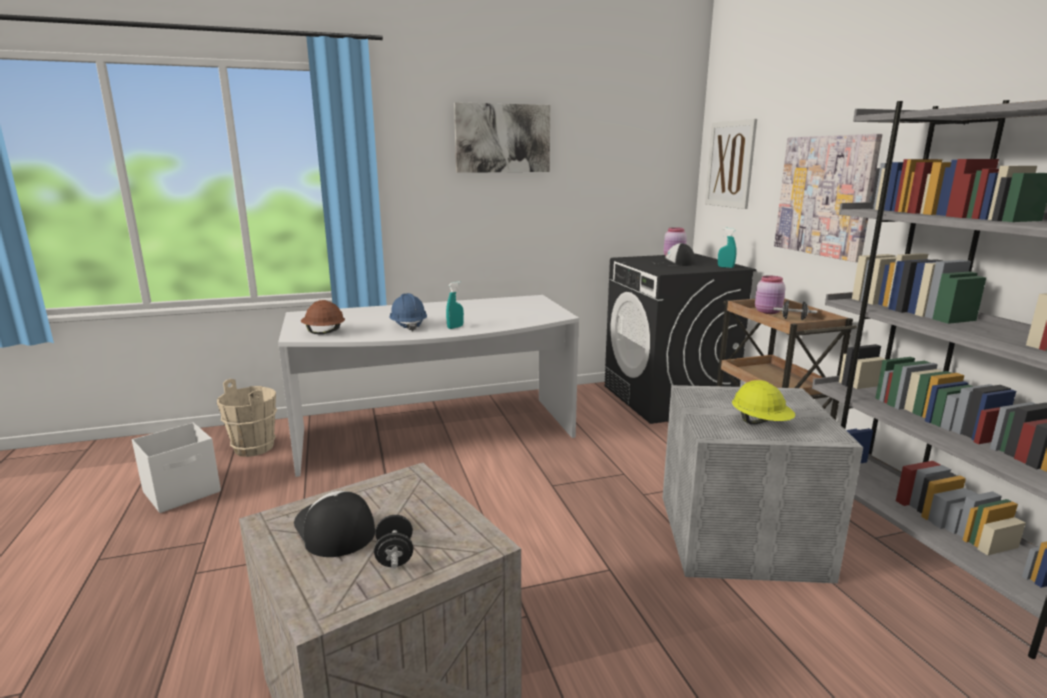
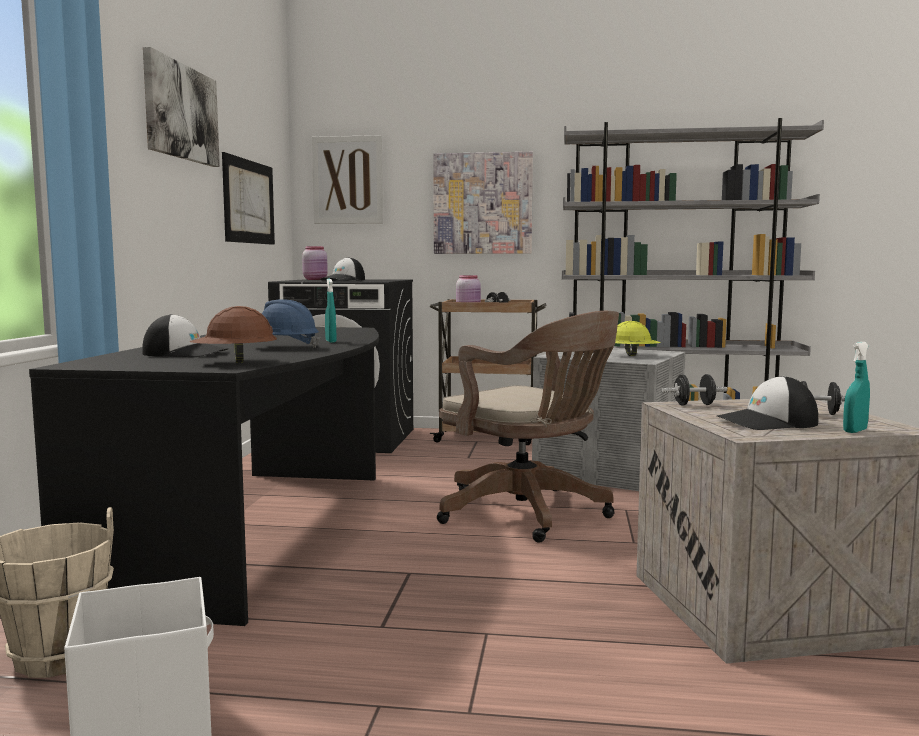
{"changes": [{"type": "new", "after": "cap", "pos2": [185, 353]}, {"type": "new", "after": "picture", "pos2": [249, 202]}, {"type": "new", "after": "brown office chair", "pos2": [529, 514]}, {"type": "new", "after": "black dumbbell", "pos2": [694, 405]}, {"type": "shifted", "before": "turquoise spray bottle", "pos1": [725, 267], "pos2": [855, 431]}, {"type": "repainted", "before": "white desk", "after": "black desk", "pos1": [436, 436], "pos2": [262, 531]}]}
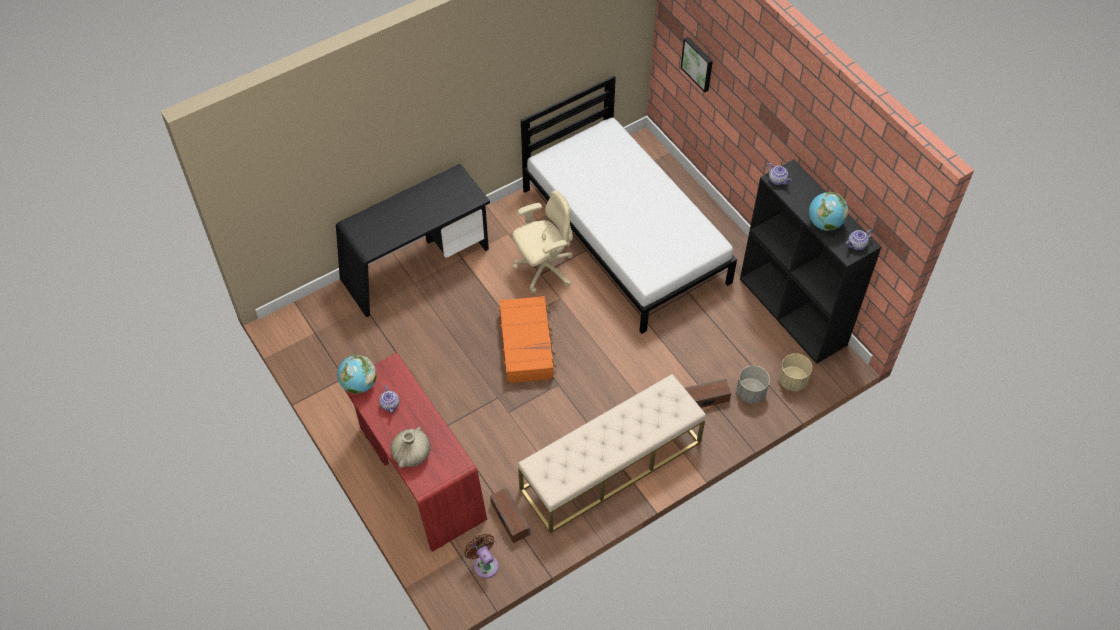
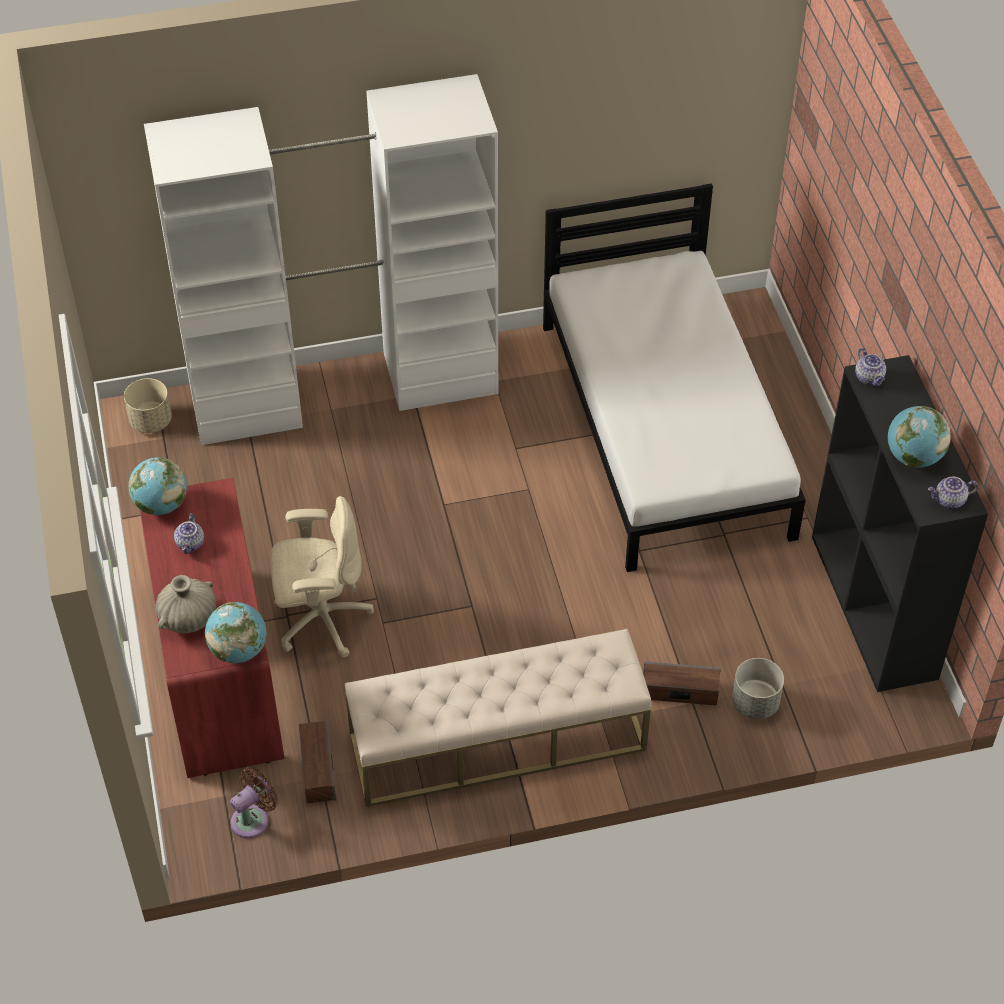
{"changes": [{"type": "gone", "before": "orange suitcase", "pos1": [527, 345]}, {"type": "gone", "before": "picture", "pos1": [698, 63]}, {"type": "new", "after": "globe", "pos2": [238, 650]}, {"type": "shifted", "before": "beige office chair", "pos1": [544, 269], "pos2": [320, 619]}, {"type": "shifted", "before": "beige planter", "pos1": [793, 381], "pos2": [151, 421]}, {"type": "swapped", "before": "black desk", "after": "white wardrobe", "pos1": [417, 266], "pos2": [345, 389]}, {"type": "rotated", "before": "brown fan", "pos1": [484, 564], "pos2": [253, 819], "turn": 60}]}
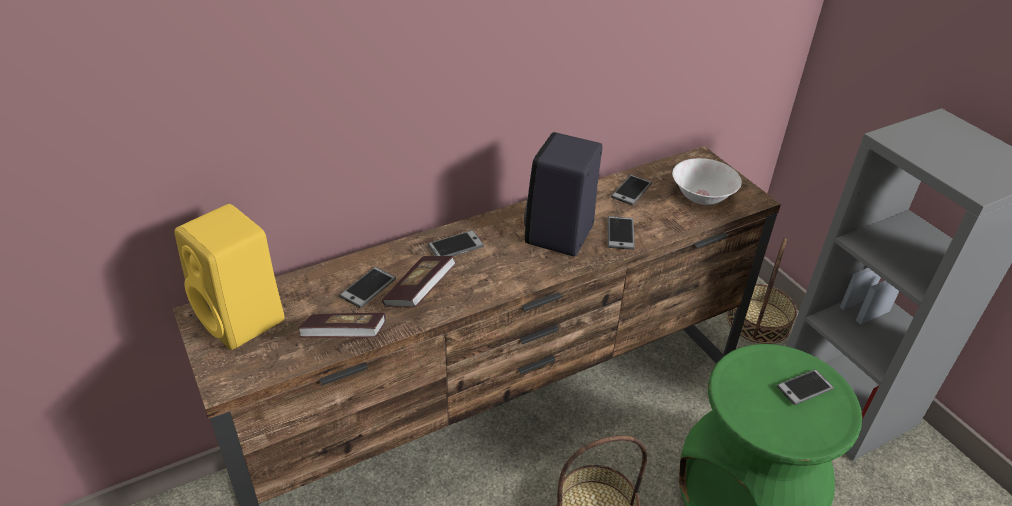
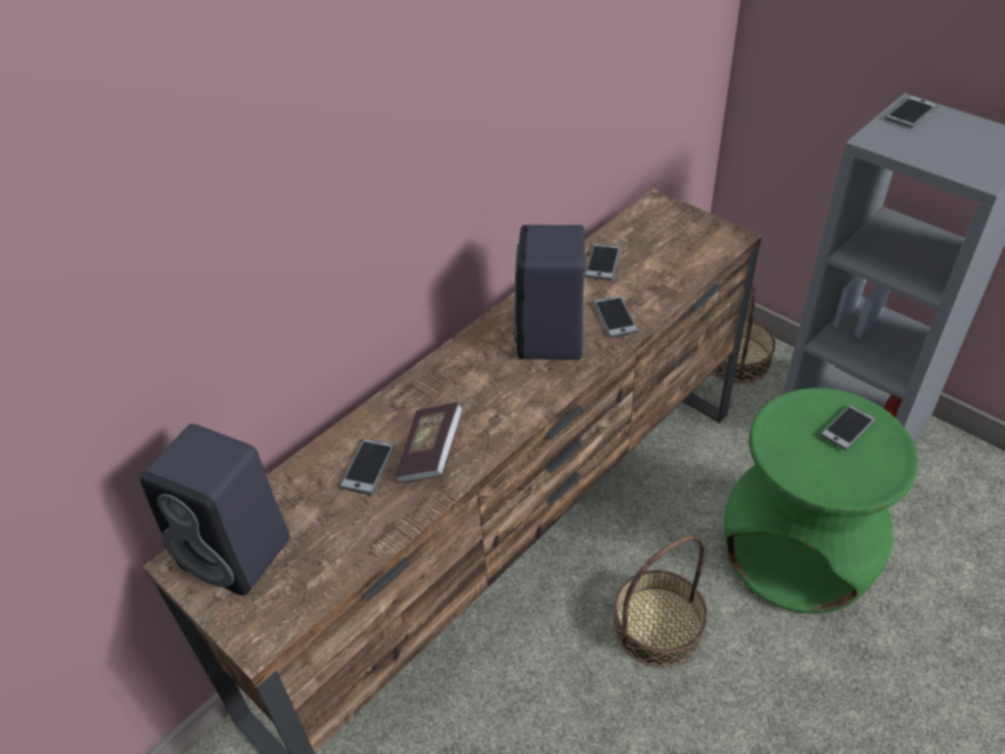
{"changes": [{"type": "gone", "before": "book", "pos1": [345, 337]}, {"type": "gone", "before": "white bowl", "pos1": [701, 197]}, {"type": "shifted", "before": "phone", "pos1": [456, 246], "pos2": [911, 113]}, {"type": "repainted", "before": "yellow speaker", "after": "black speaker", "pos1": [243, 320], "pos2": [239, 553]}]}
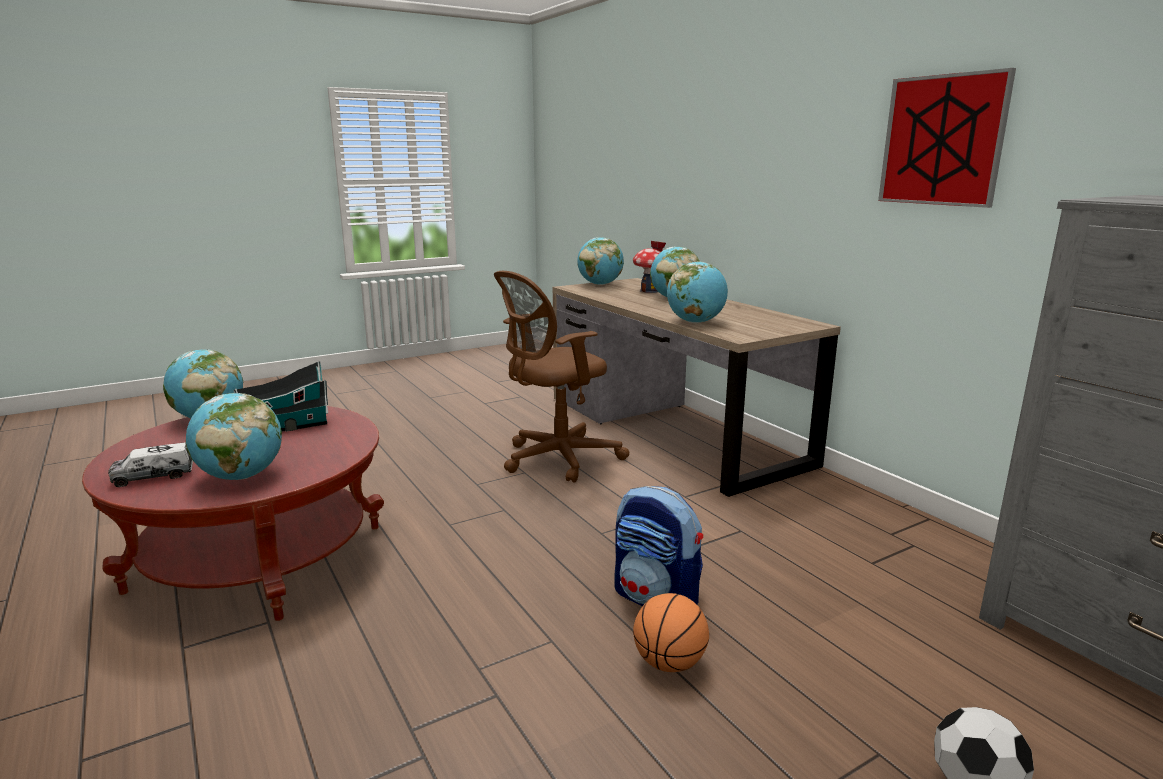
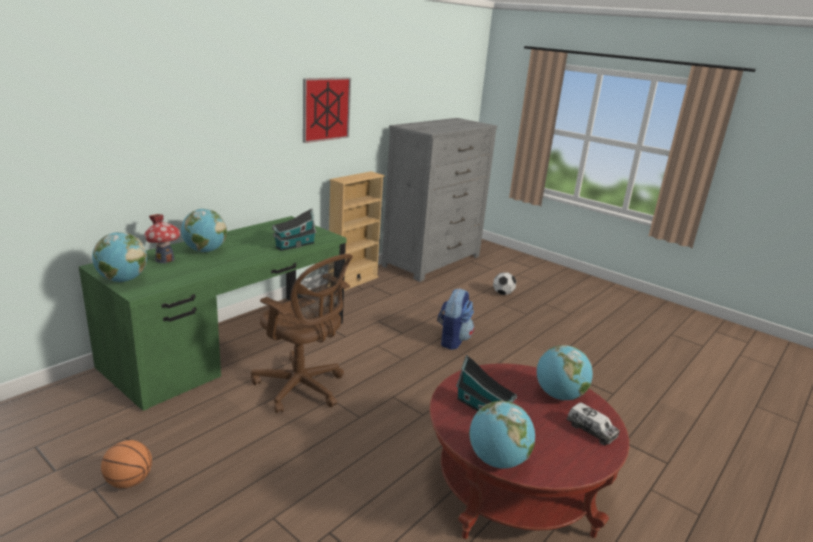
{"changes": [{"type": "new", "after": "beige bookcase", "pos2": [353, 282]}, {"type": "shifted", "before": "basketball", "pos1": [669, 663], "pos2": [129, 481]}, {"type": "swapped", "before": "globe", "after": "toy house", "pos1": [695, 322], "pos2": [293, 245]}, {"type": "repainted", "before": "brown desk", "after": "green desk", "pos1": [672, 430], "pos2": [230, 344]}]}
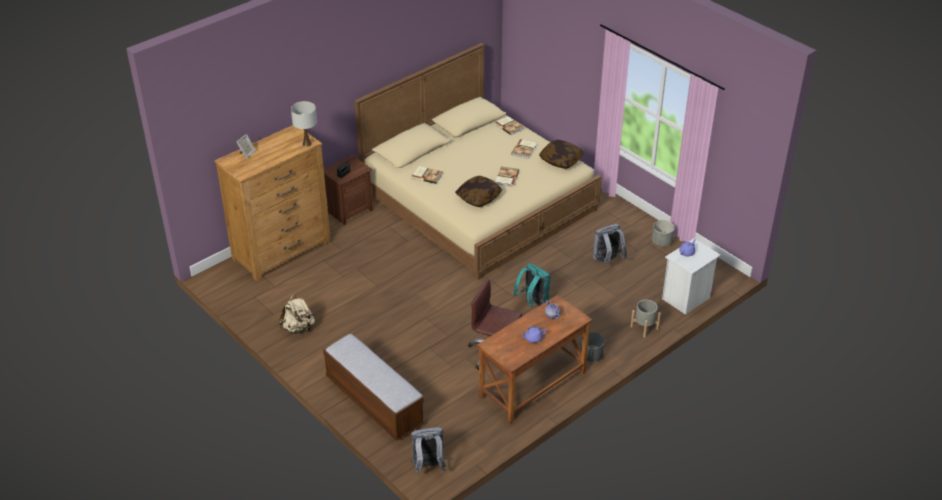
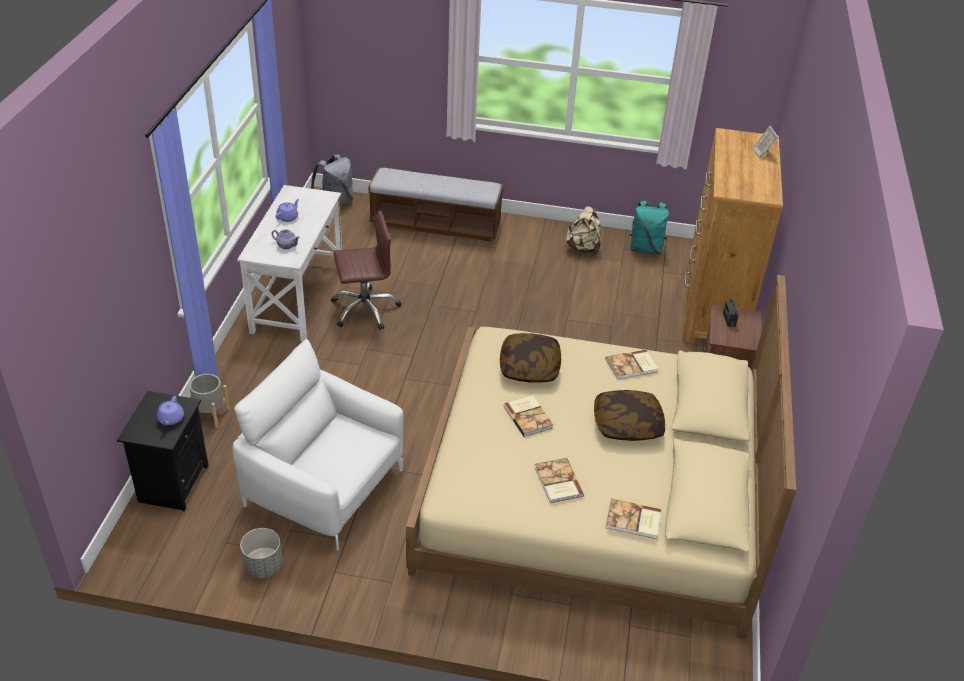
{"changes": [{"type": "gone", "before": "white table lamp", "pos1": [307, 144]}, {"type": "gone", "before": "grey planter", "pos1": [591, 356]}, {"type": "shifted", "before": "turquoise backpack", "pos1": [533, 302], "pos2": [645, 248]}, {"type": "shifted", "before": "pillow", "pos1": [561, 160], "pos2": [627, 425]}, {"type": "swapped", "before": "grey backpack", "after": "white armchair", "pos1": [607, 261], "pos2": [325, 488]}, {"type": "repainted", "before": "brown desk", "after": "white desk", "pos1": [533, 384], "pos2": [297, 298]}, {"type": "repainted", "before": "white nightstand", "after": "black nightstand", "pos1": [686, 299], "pos2": [172, 484]}]}
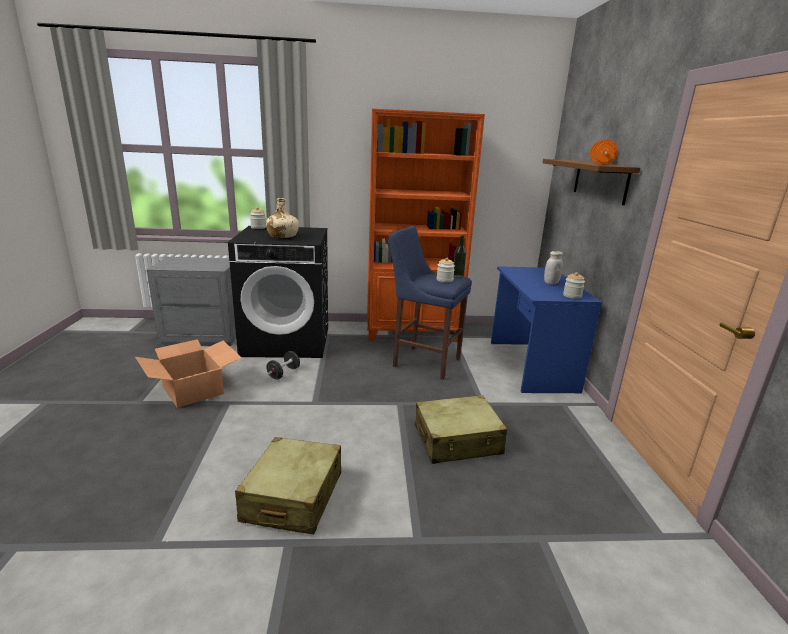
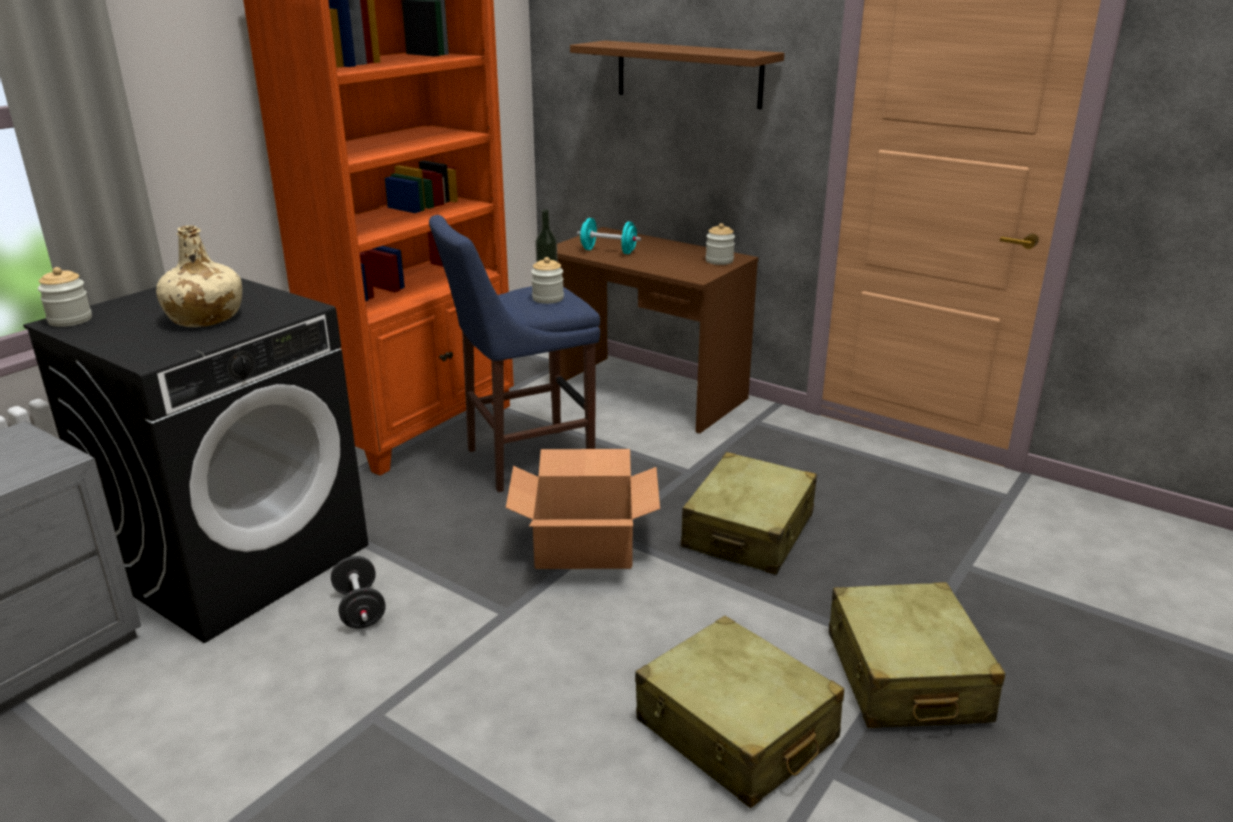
{"changes": [{"type": "gone", "before": "white jar", "pos1": [551, 283]}, {"type": "gone", "before": "orange dumbbell", "pos1": [601, 164]}, {"type": "new", "after": "turquoise dumbbell", "pos2": [608, 251]}, {"type": "new", "after": "beige suitcase", "pos2": [905, 677]}, {"type": "shifted", "before": "cardboard box", "pos1": [193, 389], "pos2": [584, 543]}, {"type": "repainted", "before": "blue desk", "after": "brown desk", "pos1": [530, 365], "pos2": [646, 393]}]}
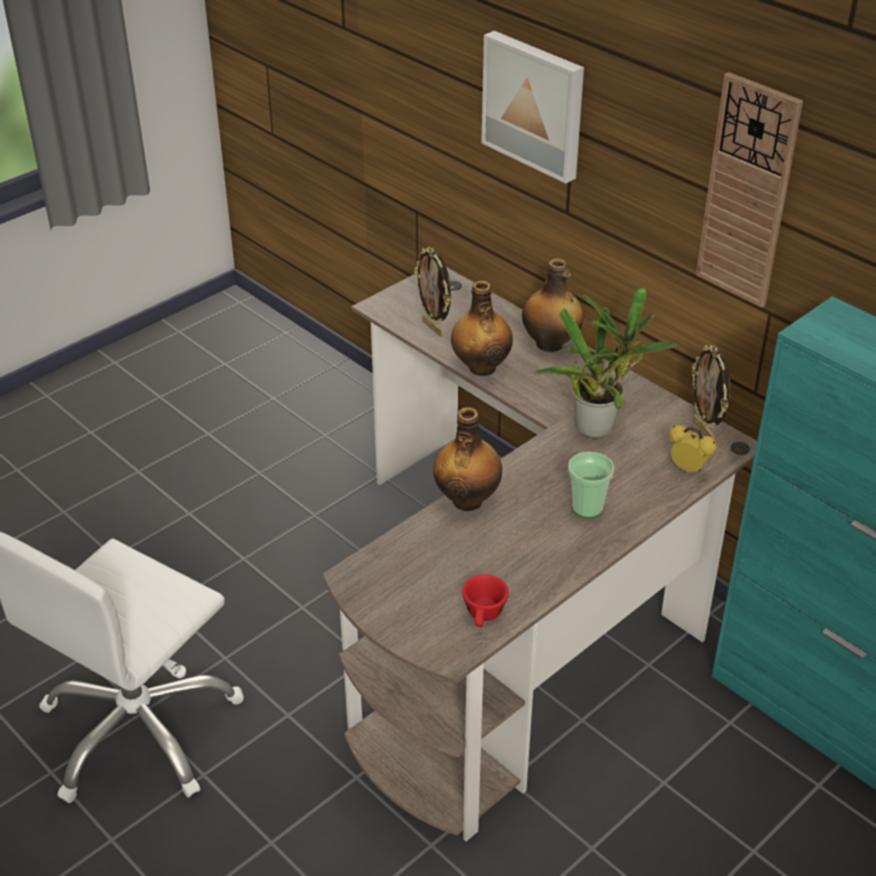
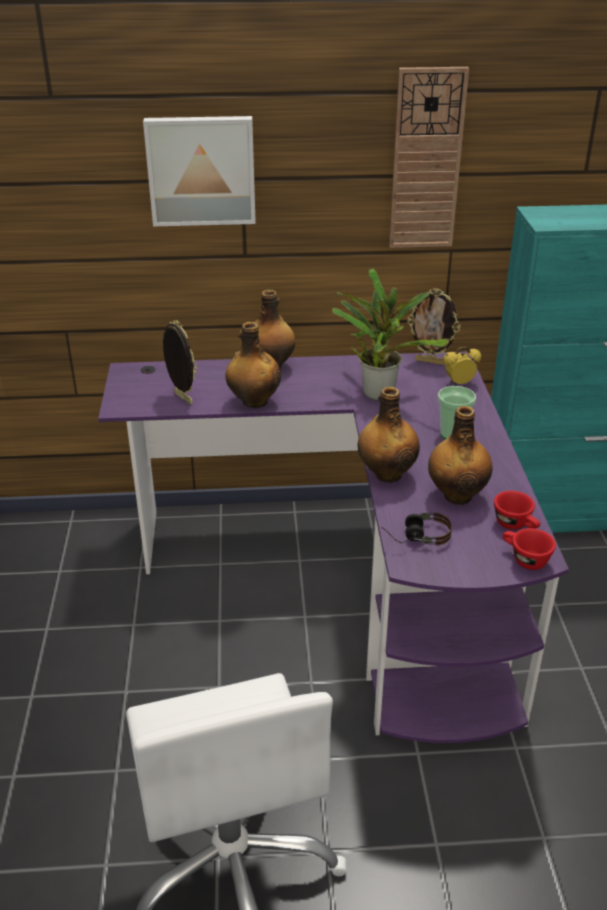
{"changes": [{"type": "new", "after": "headphones", "pos2": [415, 536]}, {"type": "new", "after": "bottle", "pos2": [457, 495]}, {"type": "new", "after": "red cup", "pos2": [524, 559]}, {"type": "repainted", "before": "brown desk", "after": "purple desk", "pos1": [519, 614], "pos2": [353, 581]}, {"type": "rotated", "before": "picture frame", "pos1": [434, 328], "pos2": [182, 398], "turn": -135}]}
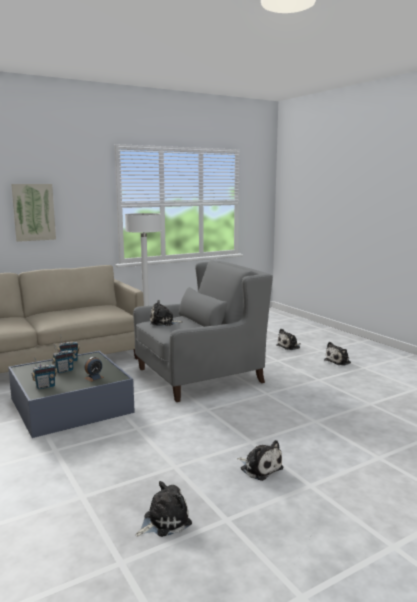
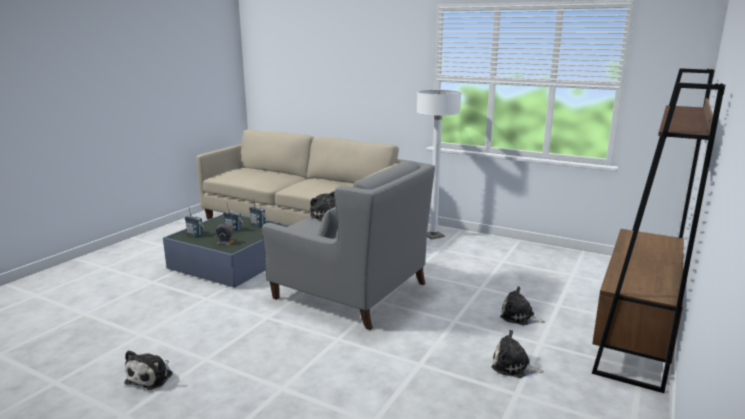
{"changes": [{"type": "gone", "before": "picture", "pos1": [33, 212]}, {"type": "gone", "before": "plush toy", "pos1": [164, 521]}, {"type": "new", "after": "brown bookcase", "pos2": [634, 335]}]}
